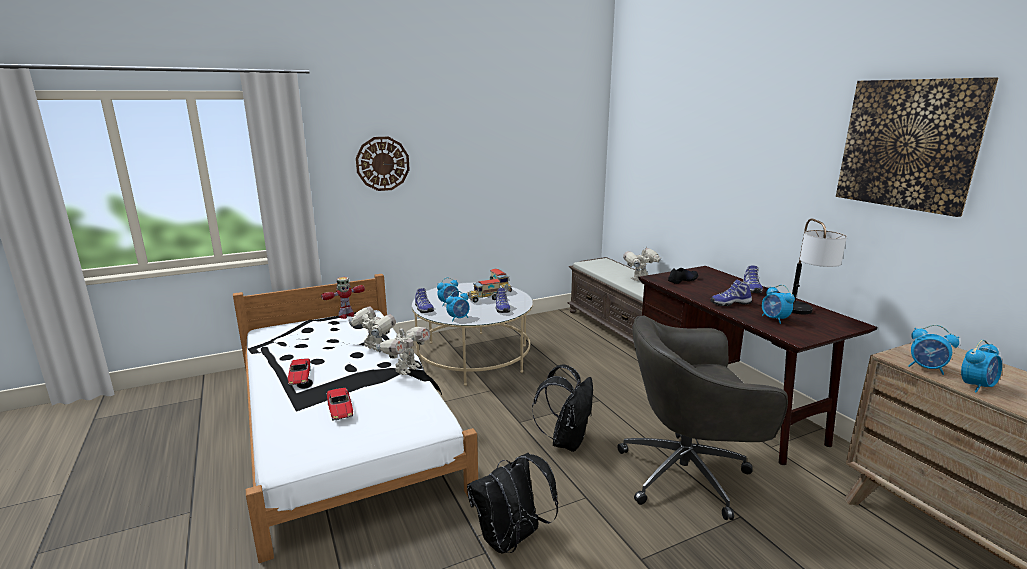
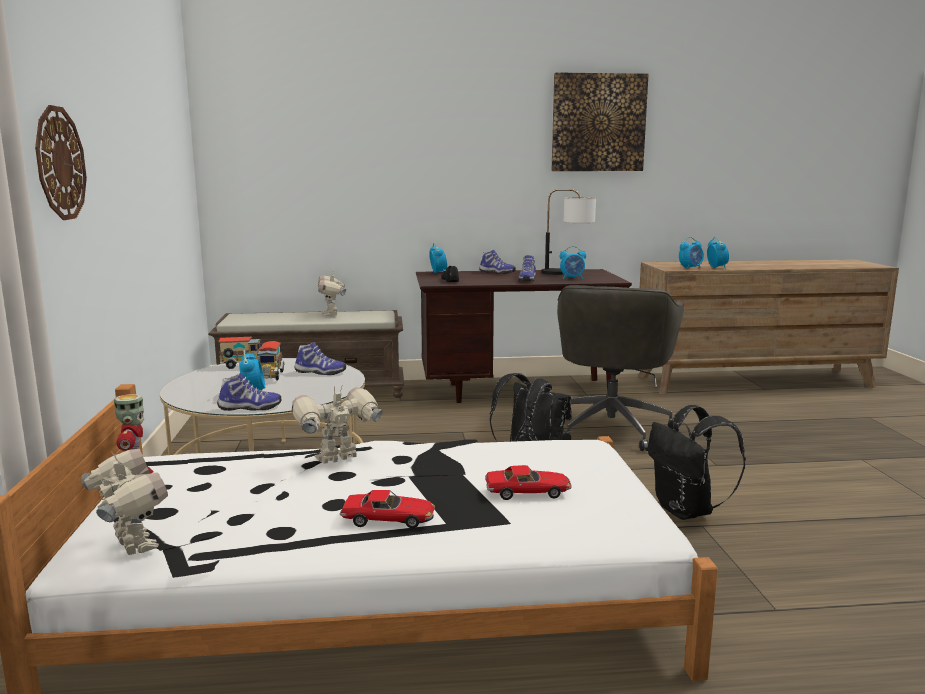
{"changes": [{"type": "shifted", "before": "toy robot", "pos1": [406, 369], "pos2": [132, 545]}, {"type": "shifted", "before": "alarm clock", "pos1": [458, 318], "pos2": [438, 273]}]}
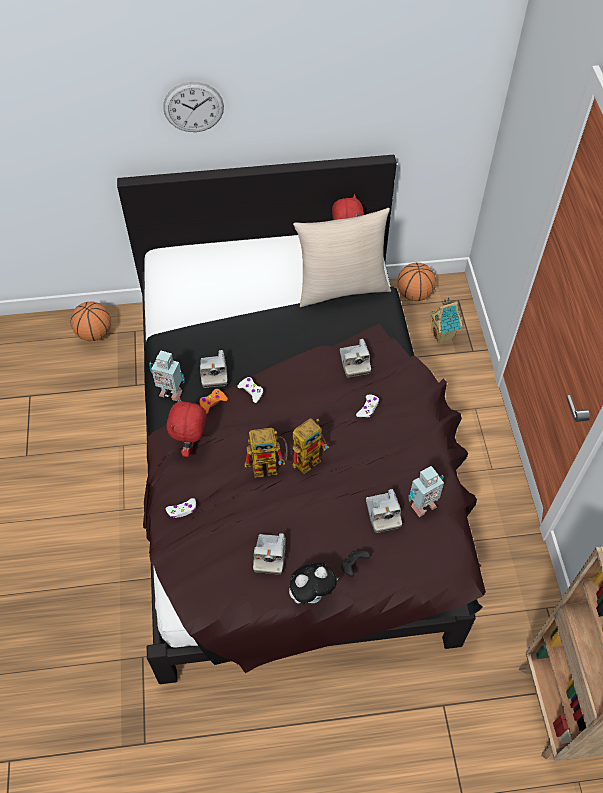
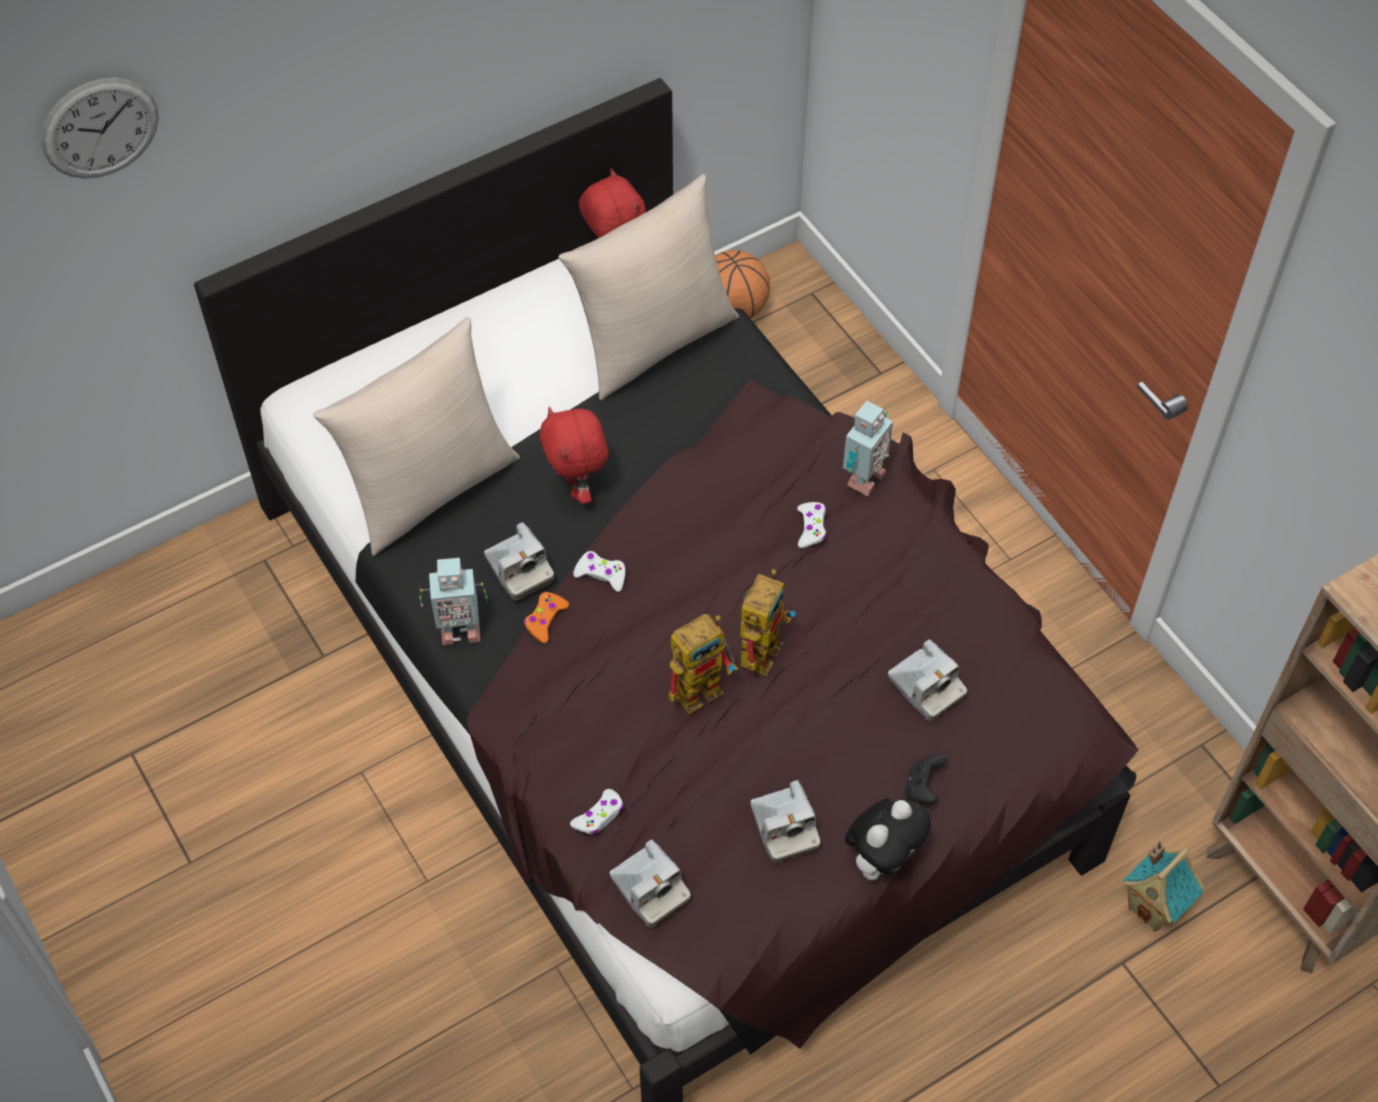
{"changes": [{"type": "gone", "before": "basketball", "pos1": [94, 333]}, {"type": "new", "after": "beige pillow", "pos2": [429, 488]}, {"type": "shifted", "before": "wall clock", "pos1": [193, 107], "pos2": [100, 128]}, {"type": "shifted", "before": "red plush toy", "pos1": [191, 445], "pos2": [578, 488]}, {"type": "shifted", "before": "photo camera", "pos1": [354, 363], "pos2": [649, 890]}, {"type": "shifted", "before": "toy robot", "pos1": [421, 505], "pos2": [862, 478]}, {"type": "shifted", "before": "toy house", "pos1": [442, 335], "pos2": [1154, 908]}]}
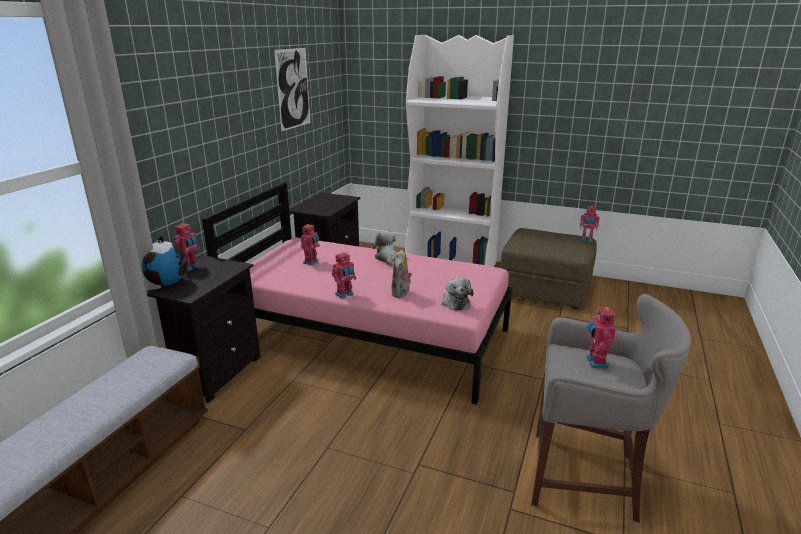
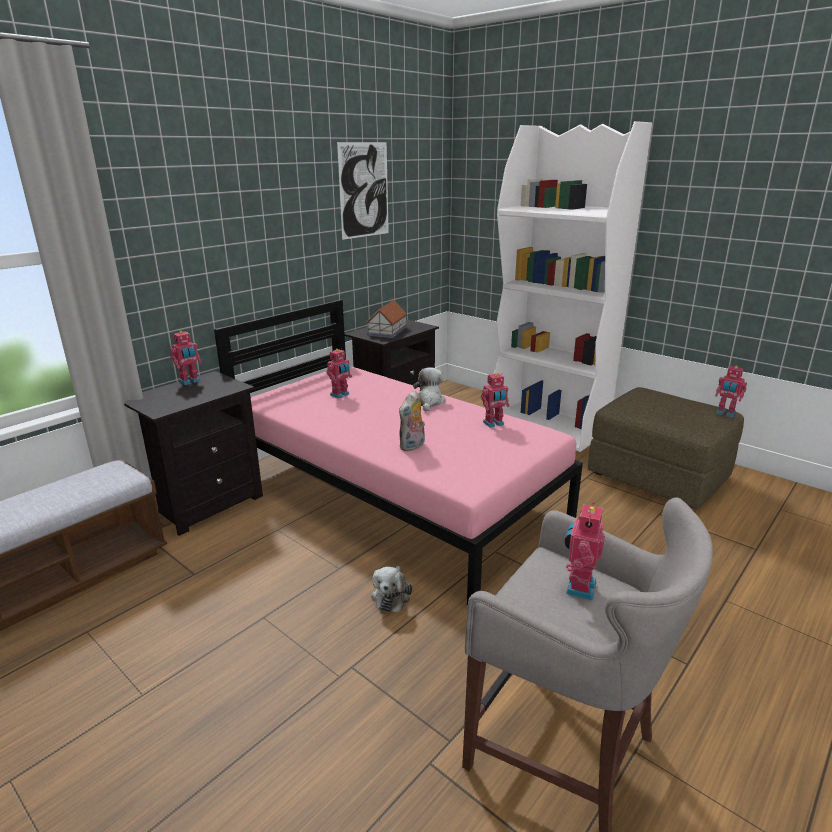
{"changes": [{"type": "gone", "before": "globe", "pos1": [168, 283]}, {"type": "new", "after": "toy house", "pos2": [387, 331]}, {"type": "shifted", "before": "toy robot", "pos1": [345, 295], "pos2": [494, 424]}, {"type": "shifted", "before": "plush toy", "pos1": [455, 302], "pos2": [391, 596]}]}
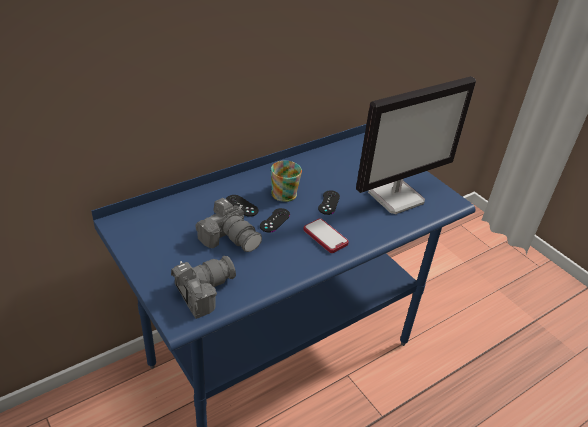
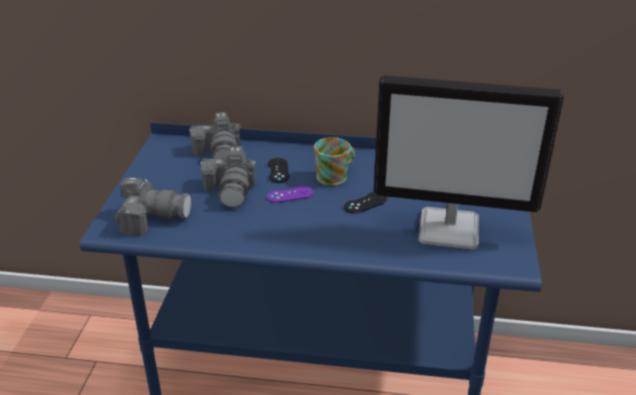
{"changes": [{"type": "gone", "before": "phone", "pos1": [325, 237]}, {"type": "new", "after": "photo camera", "pos2": [220, 153]}, {"type": "repainted", "before": "black game controller", "after": "purple game controller", "pos1": [275, 220], "pos2": [290, 194]}]}
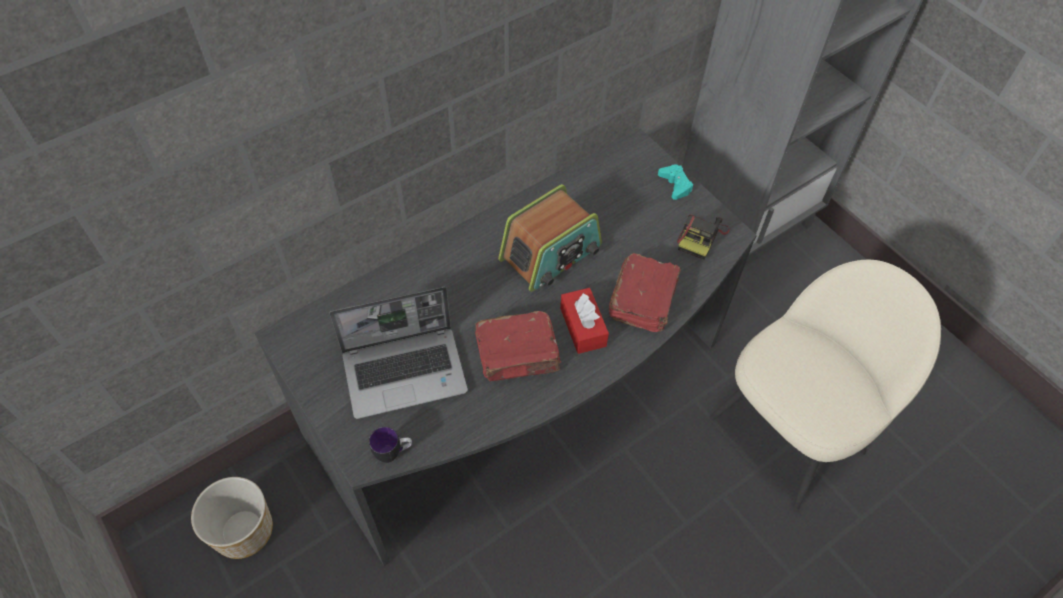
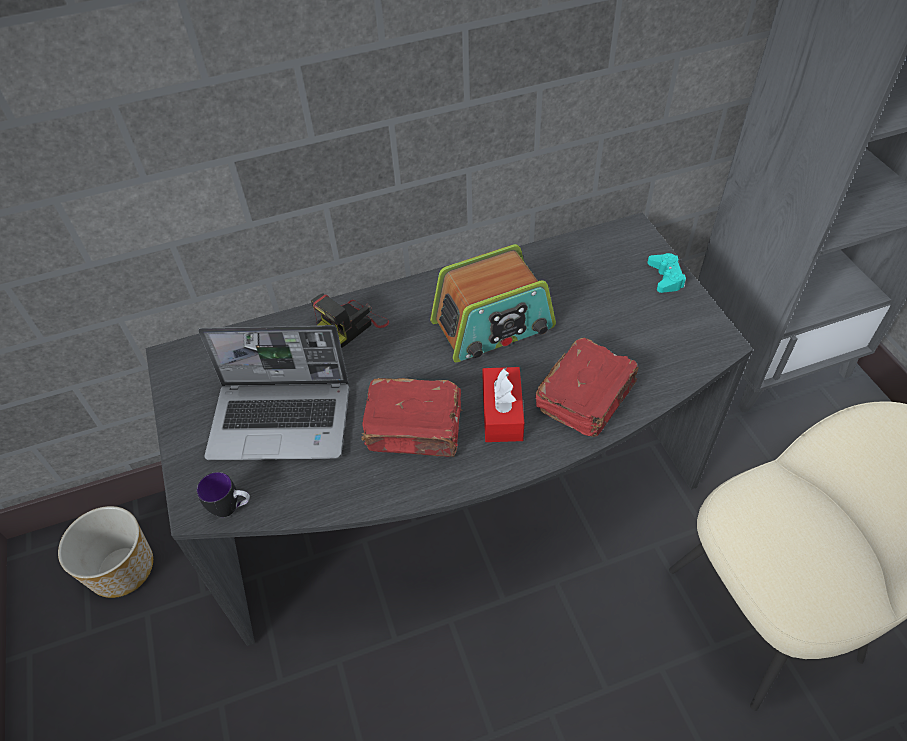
{"changes": [{"type": "shifted", "before": "photo camera", "pos1": [700, 237], "pos2": [351, 325]}]}
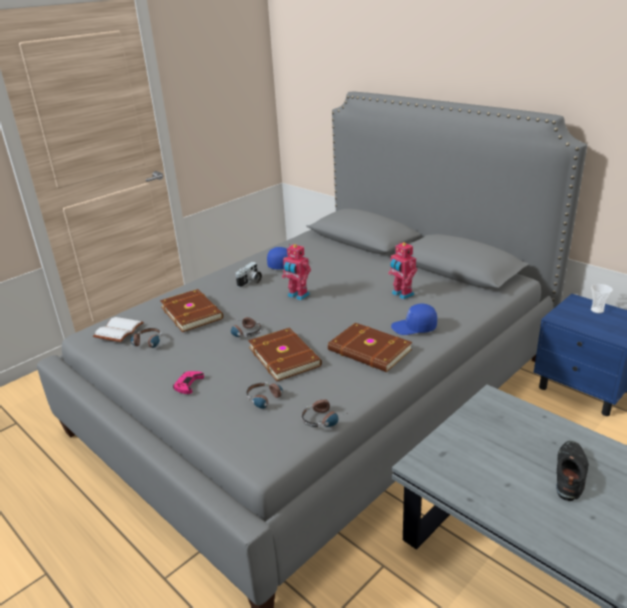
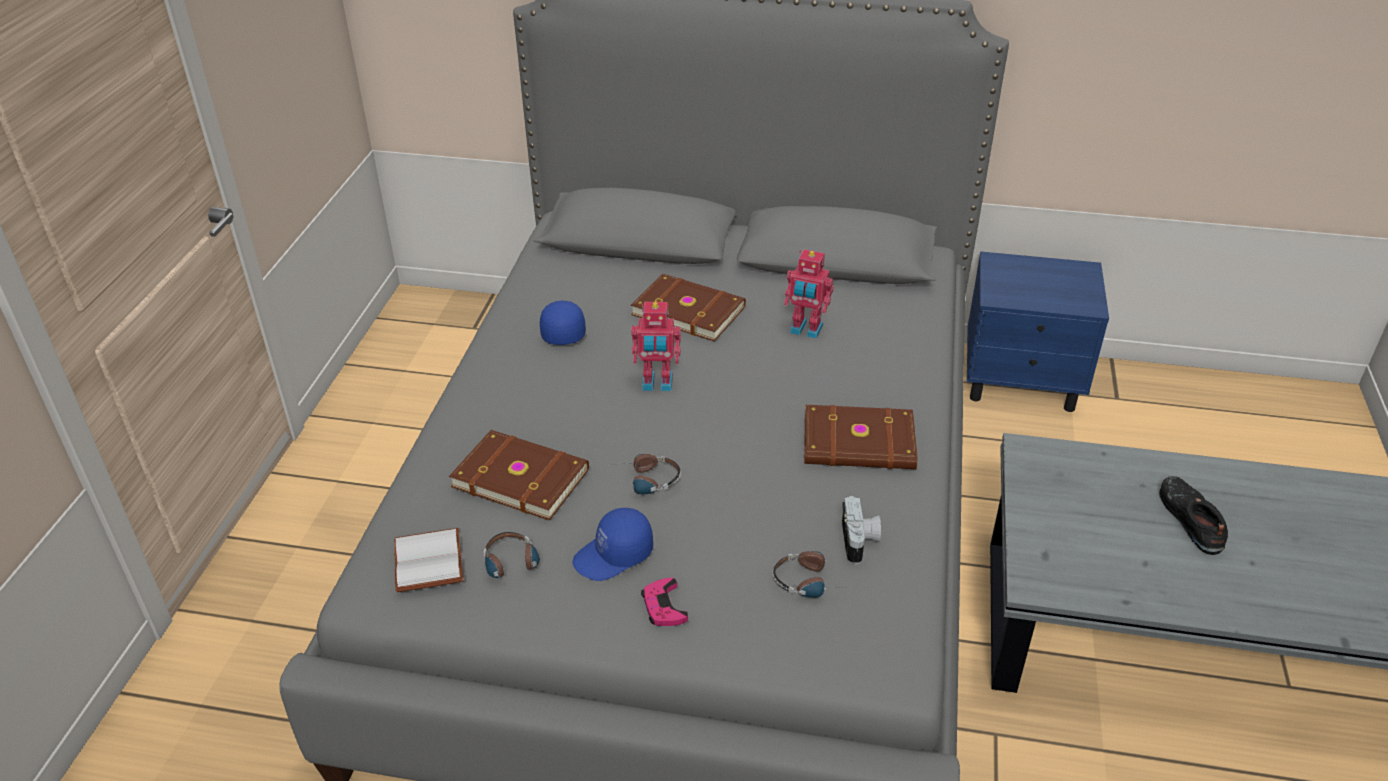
{"changes": [{"type": "gone", "before": "headphones", "pos1": [326, 418]}, {"type": "gone", "before": "cup", "pos1": [597, 310]}, {"type": "shifted", "before": "photo camera", "pos1": [250, 282], "pos2": [860, 541]}, {"type": "shifted", "before": "brown book", "pos1": [285, 356], "pos2": [688, 310]}, {"type": "shifted", "before": "blue cap", "pos1": [414, 328], "pos2": [614, 556]}]}
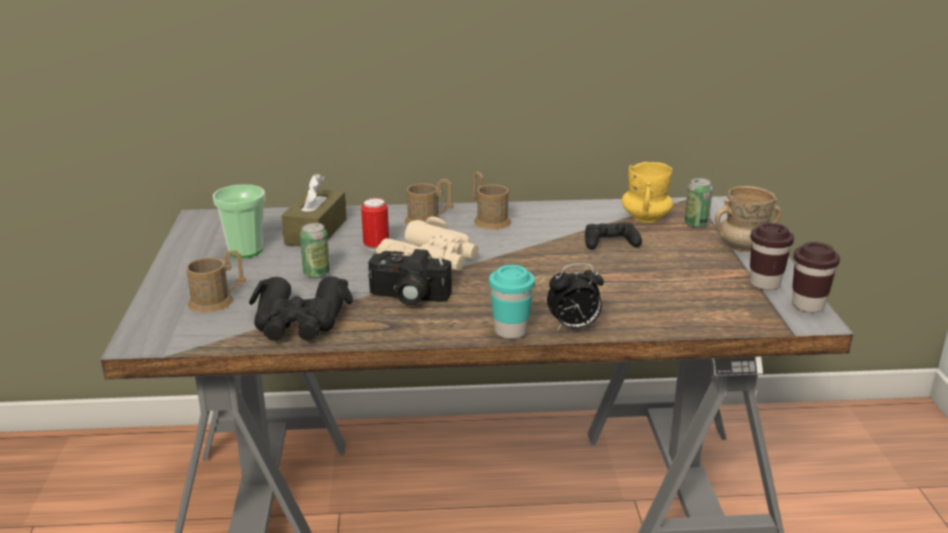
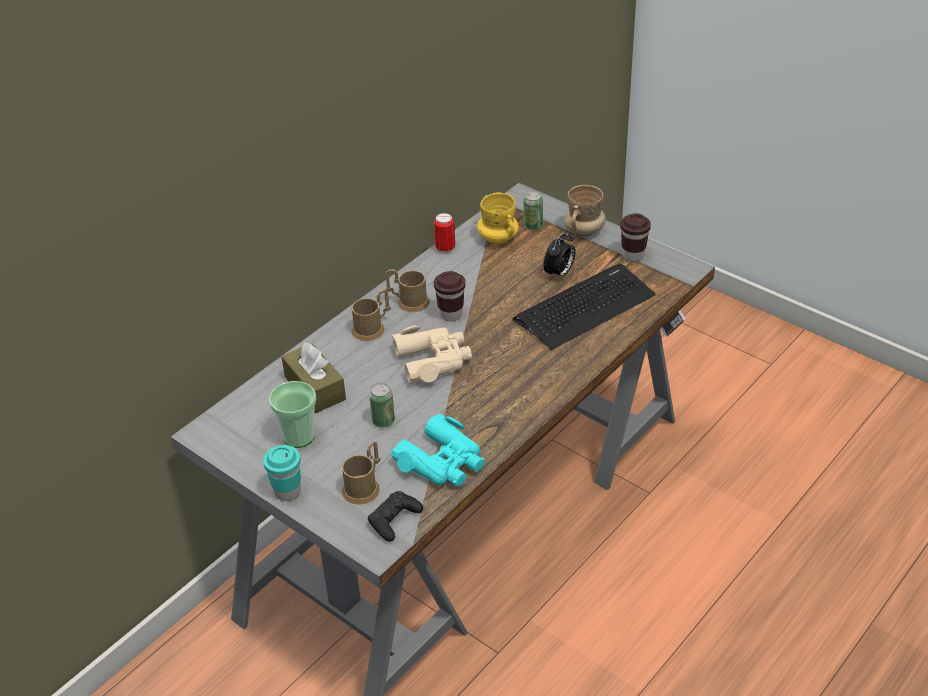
{"changes": [{"type": "gone", "before": "photo camera", "pos1": [407, 297]}, {"type": "new", "after": "keyboard", "pos2": [584, 307]}, {"type": "shifted", "before": "can", "pos1": [376, 247], "pos2": [445, 248]}, {"type": "shifted", "before": "turquoise cup", "pos1": [510, 331], "pos2": [287, 492]}, {"type": "shifted", "before": "alarm clock", "pos1": [573, 327], "pos2": [559, 274]}, {"type": "shifted", "before": "black game controller", "pos1": [610, 242], "pos2": [394, 520]}, {"type": "shifted", "before": "brown cup", "pos1": [807, 306], "pos2": [451, 314]}, {"type": "repainted", "before": "black binoculars", "after": "turquoise binoculars", "pos1": [299, 322], "pos2": [443, 462]}]}
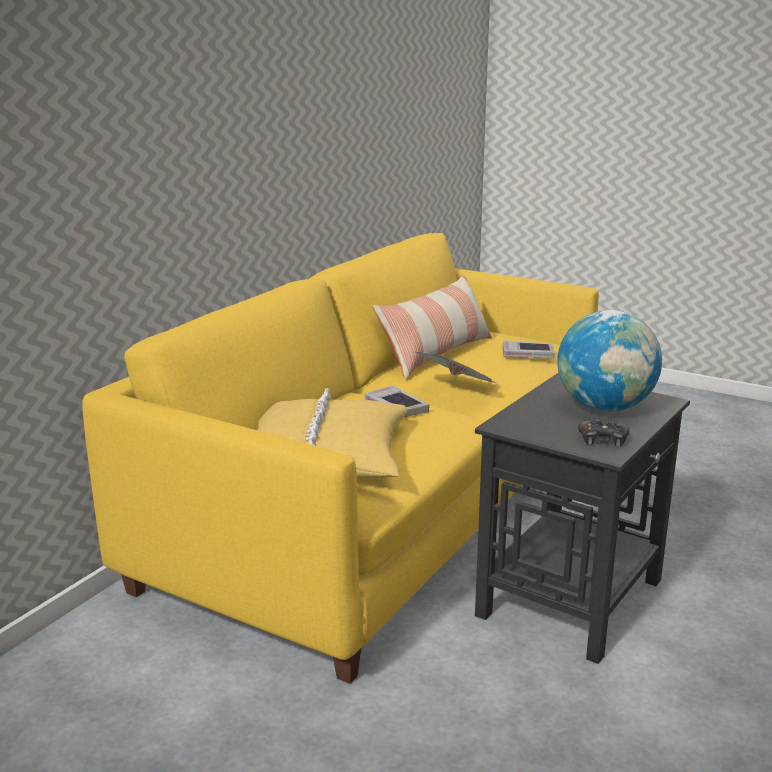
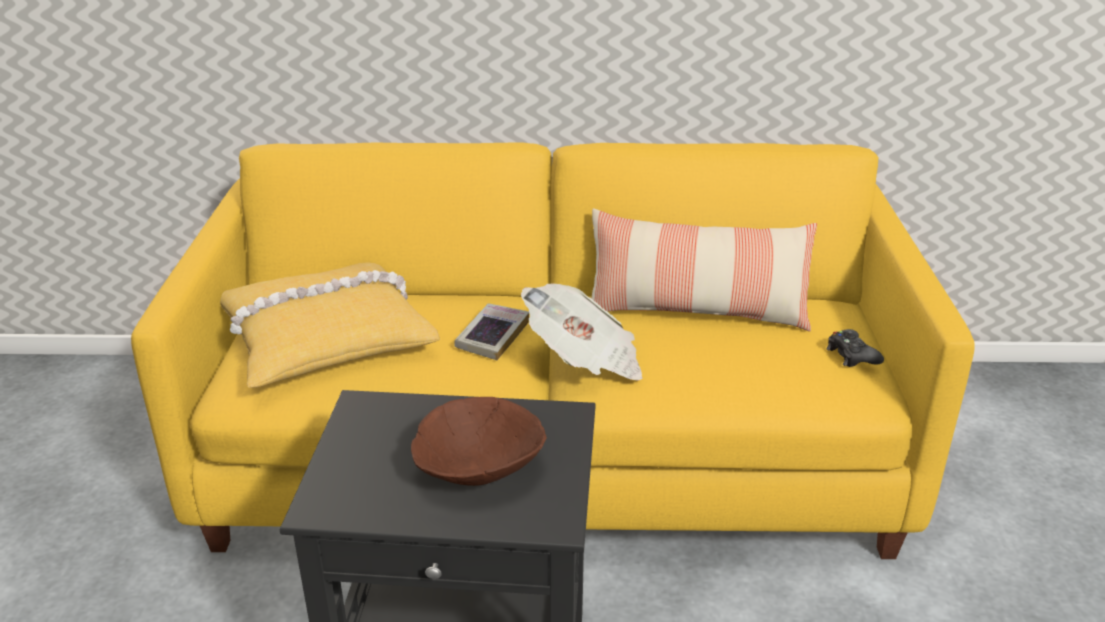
{"changes": [{"type": "gone", "before": "book", "pos1": [527, 354]}, {"type": "shifted", "before": "black game controller", "pos1": [603, 440], "pos2": [851, 355]}, {"type": "swapped", "before": "globe", "after": "brown bowl", "pos1": [605, 408], "pos2": [479, 470]}]}
